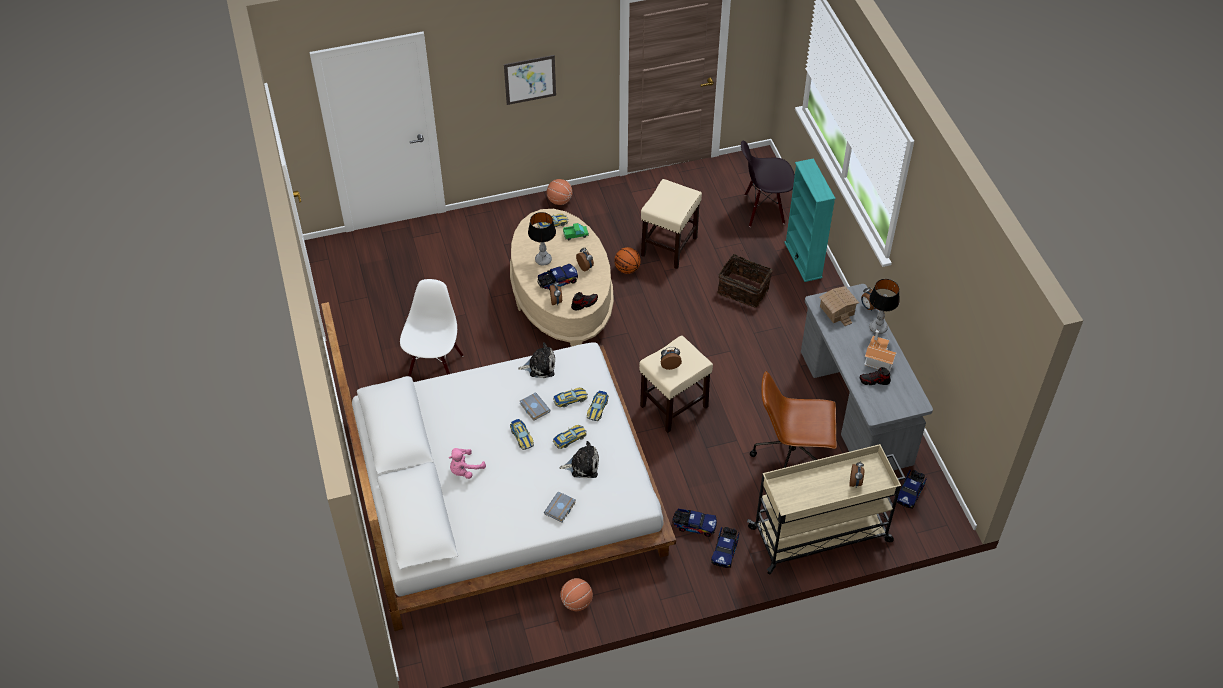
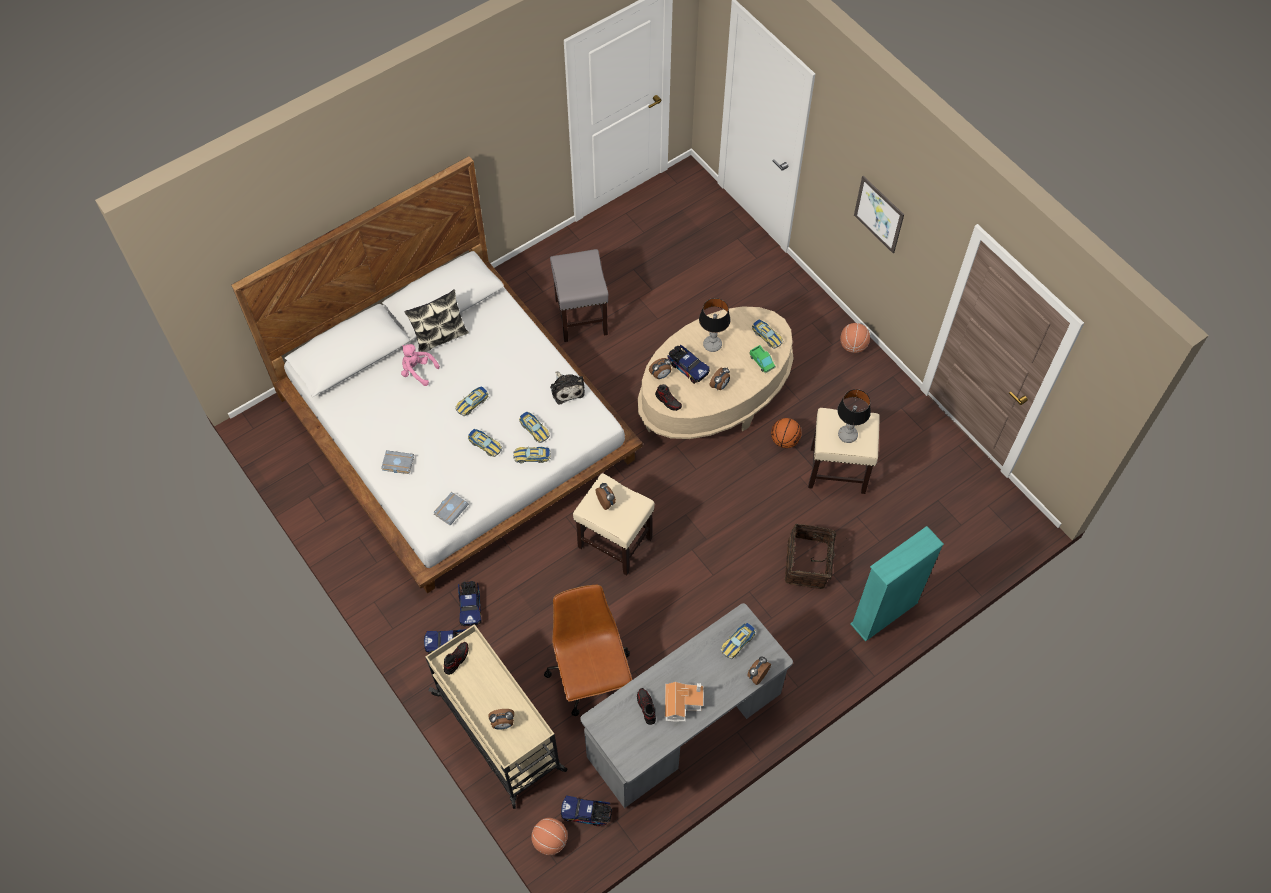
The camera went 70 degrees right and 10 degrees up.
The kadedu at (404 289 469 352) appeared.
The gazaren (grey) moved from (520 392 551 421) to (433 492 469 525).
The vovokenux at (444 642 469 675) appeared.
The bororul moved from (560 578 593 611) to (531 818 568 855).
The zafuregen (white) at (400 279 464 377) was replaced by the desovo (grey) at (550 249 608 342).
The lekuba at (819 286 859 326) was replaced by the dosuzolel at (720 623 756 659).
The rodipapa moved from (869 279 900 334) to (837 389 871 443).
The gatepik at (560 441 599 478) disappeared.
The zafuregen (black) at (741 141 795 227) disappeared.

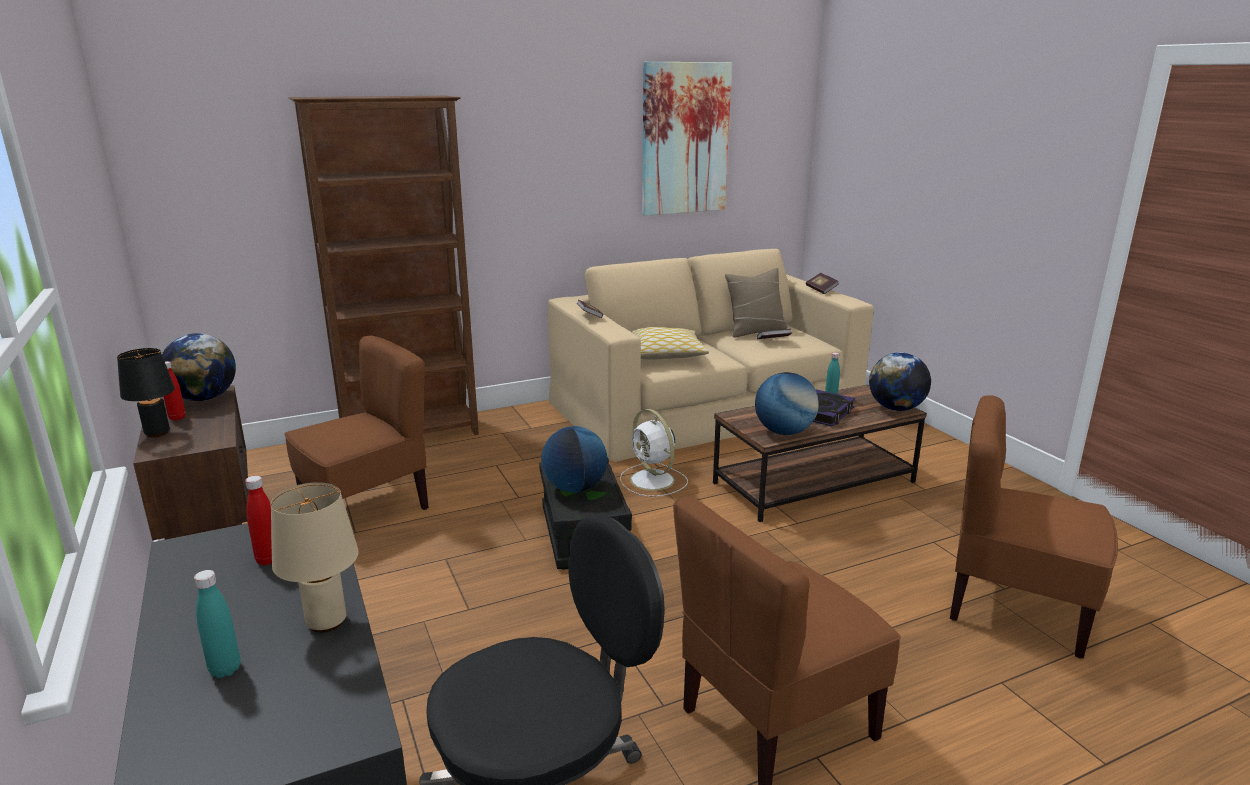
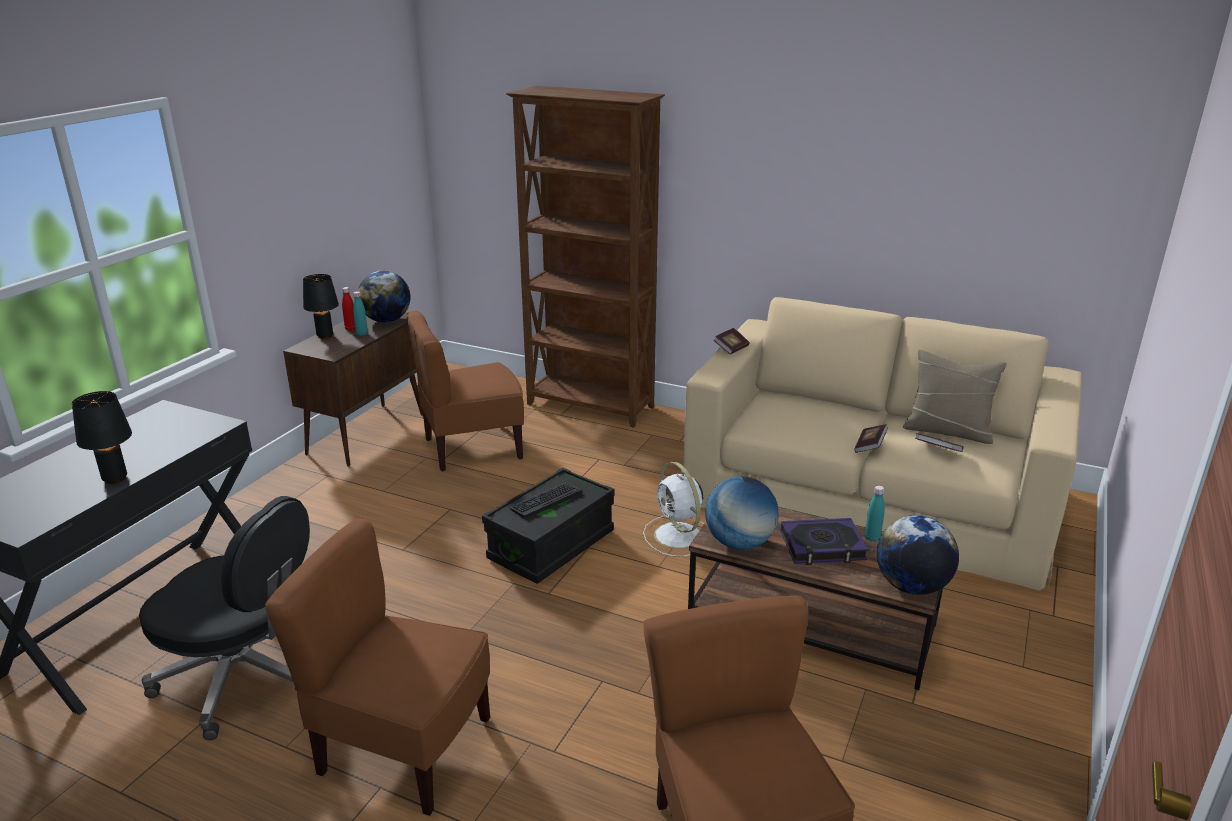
The camera went 50 degrees right and 5 degrees up.
The rodipapa (beige) at (271 482 358 633) became the rodipapa (black) at (72 391 132 484).
The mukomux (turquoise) moved from (194 570 241 678) to (353 291 368 336).
The zafuregen (brown) at (284 336 429 510) turned 150 degrees clockwise.
The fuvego at (541 426 608 493) was replaced by the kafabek at (510 482 581 519).
The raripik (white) at (620 409 688 497) turned 45 degrees counterclockwise.
The gazaren moved from (806 273 839 294) to (854 424 888 453).
The mukomux (red) at (245 476 272 566) disappeared.
The kadedu at (630 327 709 360) disappeared.
The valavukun at (642 62 732 216) disappeared.

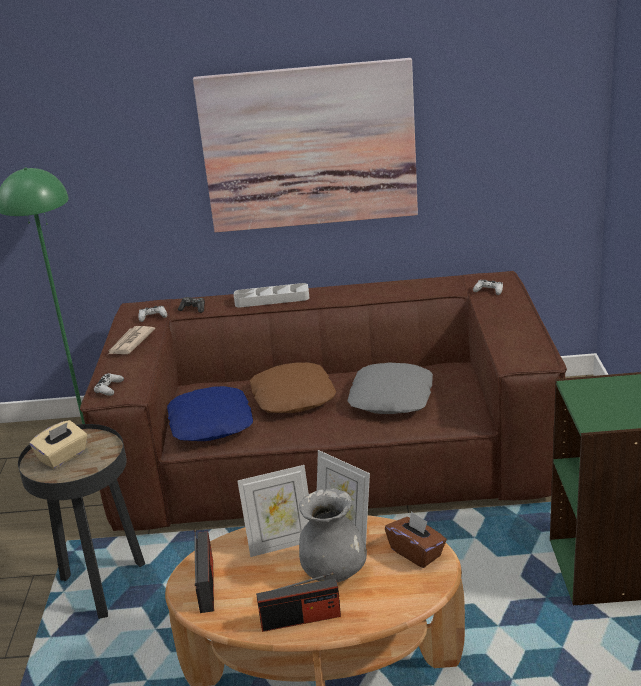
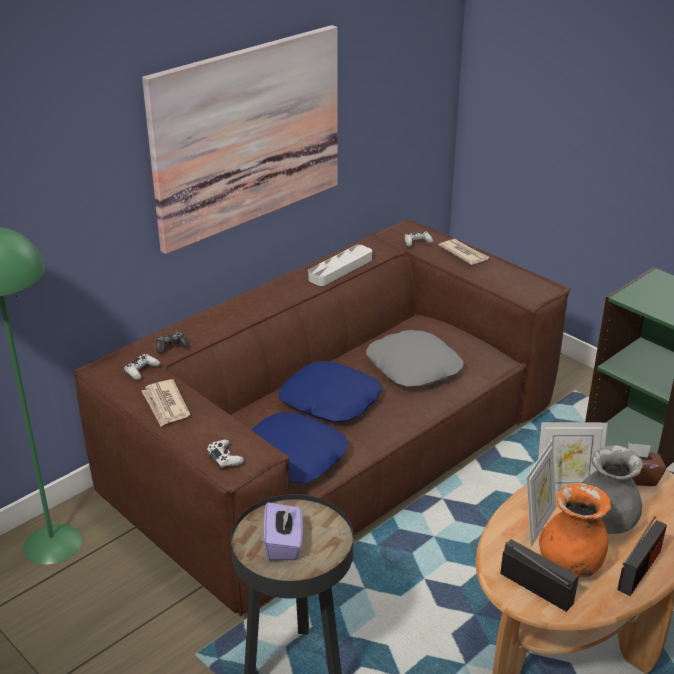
The camera went 45 degrees left and 5 degrees up.
The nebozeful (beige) at (30 420 87 469) became the nebozeful (purple) at (263 502 303 561).
The kadedu (brown) at (250 362 336 413) became the kadedu (blue) at (278 361 382 423).
The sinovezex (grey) moved from (234 283 309 307) to (308 245 372 286).
The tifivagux at (439 239 489 265) appeared.
The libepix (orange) at (539 483 611 577) appeared.

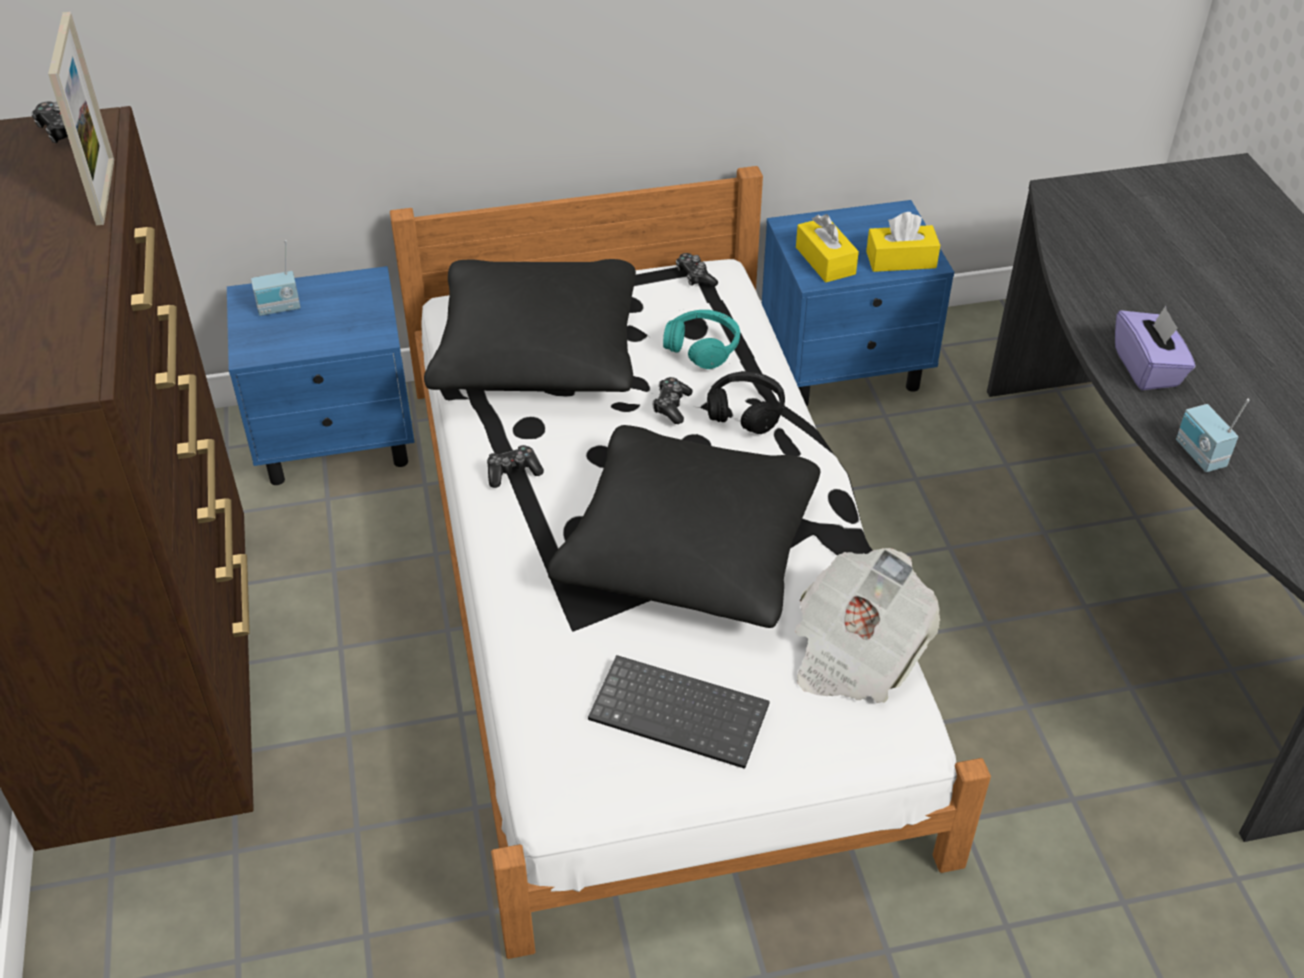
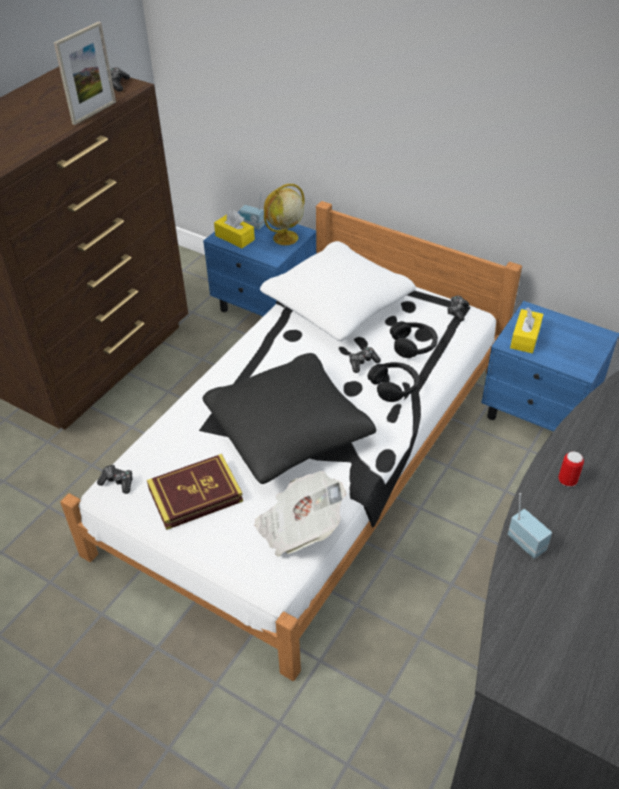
The camera went 45 degrees right and 0 degrees up.
The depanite moved from (487 445 544 488) to (97 465 132 494).
The kafabek at (588 655 770 769) was replaced by the gazaren at (147 454 243 530).
The nebozeful (yellow) moved from (866 212 940 272) to (214 210 255 248).
The kadedu (black) at (424 259 636 392) became the kadedu (white) at (260 241 416 341).
The fuvego at (264 184 305 245) appeared.
The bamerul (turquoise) at (663 310 740 369) became the bamerul (black) at (390 321 438 358).
The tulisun at (1176 399 1249 472) turned 120 degrees clockwise.
The nebozeful (purple) at (1115 306 1195 390) was replaced by the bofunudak at (558 451 584 487).

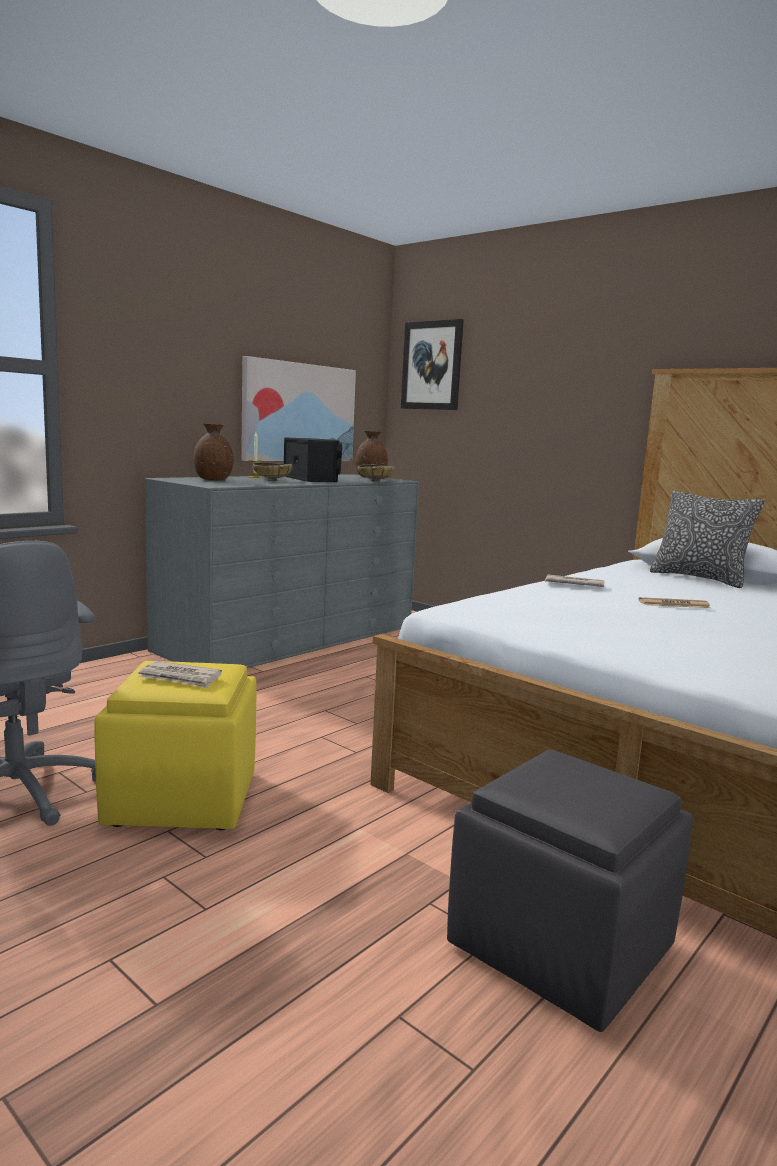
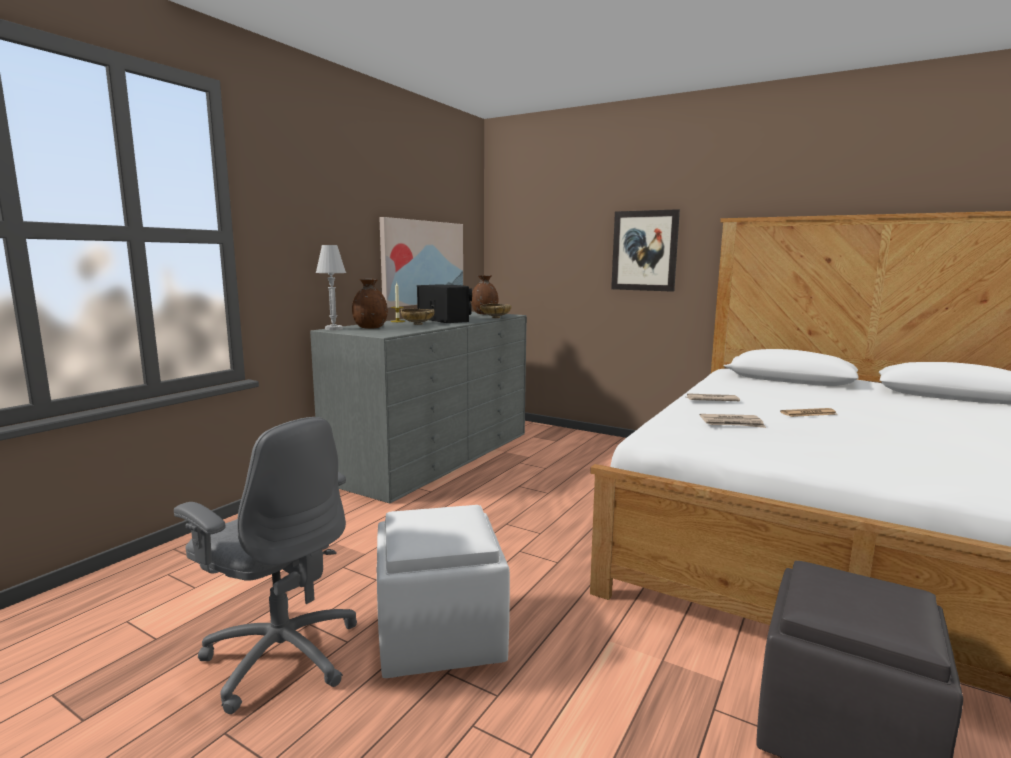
The camera went 10 degrees left and 0 degrees up.
The rodipapa (white) at (316 245 346 330) appeared.
The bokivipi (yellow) at (94 661 257 830) became the bokivipi (white) at (377 505 510 678).
The valavukun moved from (401 319 464 410) to (611 209 680 292).
The tifivagux moved from (138 661 222 688) to (700 414 766 428).
The kadedu at (650 491 765 588) disappeared.

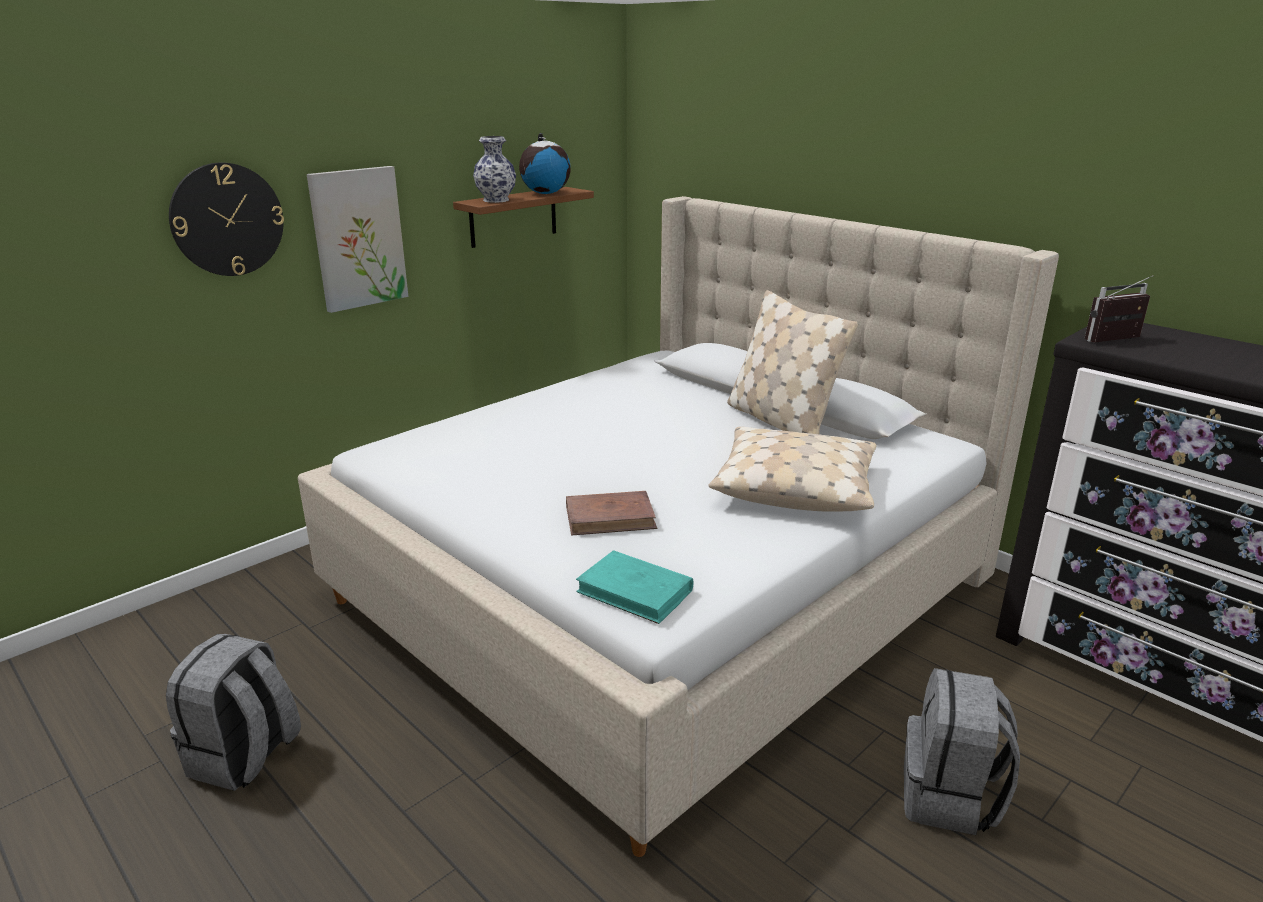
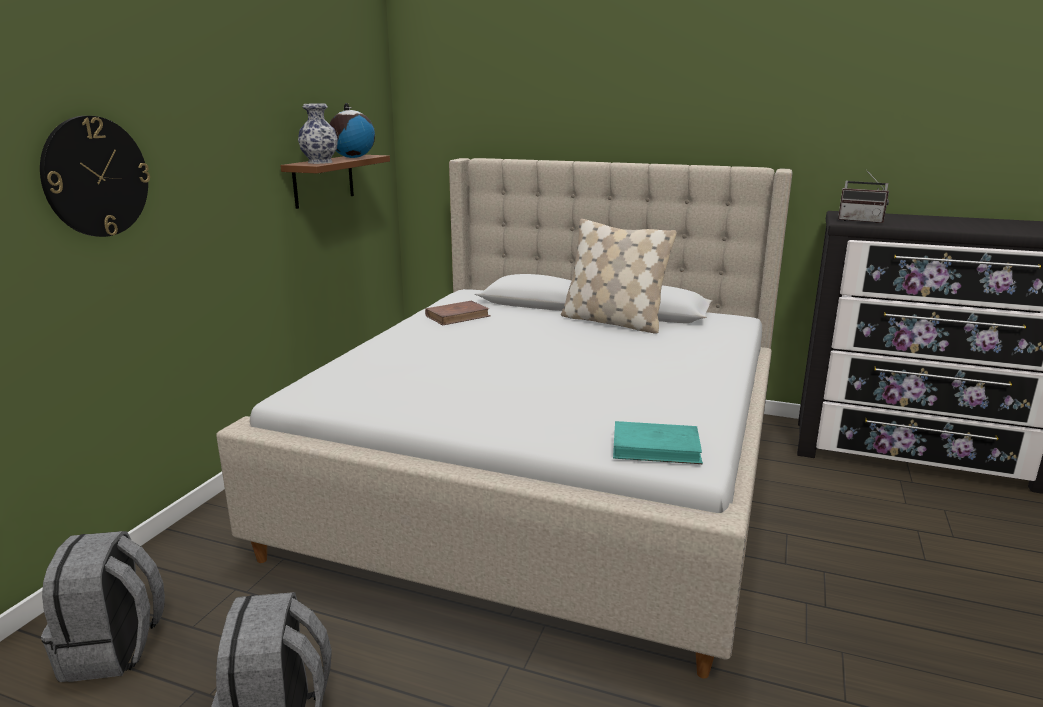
The camera went 25 degrees left and 5 degrees down.
The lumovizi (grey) moved from (904 668 1020 835) to (41 531 165 682).
The gazaren (brown) moved from (566 491 657 536) to (425 301 491 325).
The tulisun at (1085 276 1153 343) turned 105 degrees counterclockwise.
The valavukun at (307 166 408 313) disappeared.
The kadedu (beige) at (708 427 877 512) disappeared.

